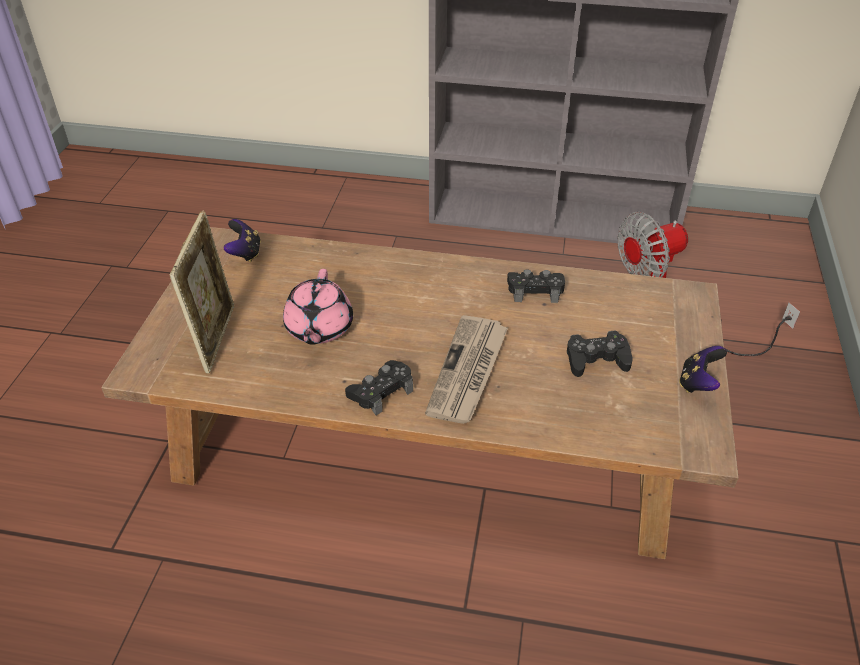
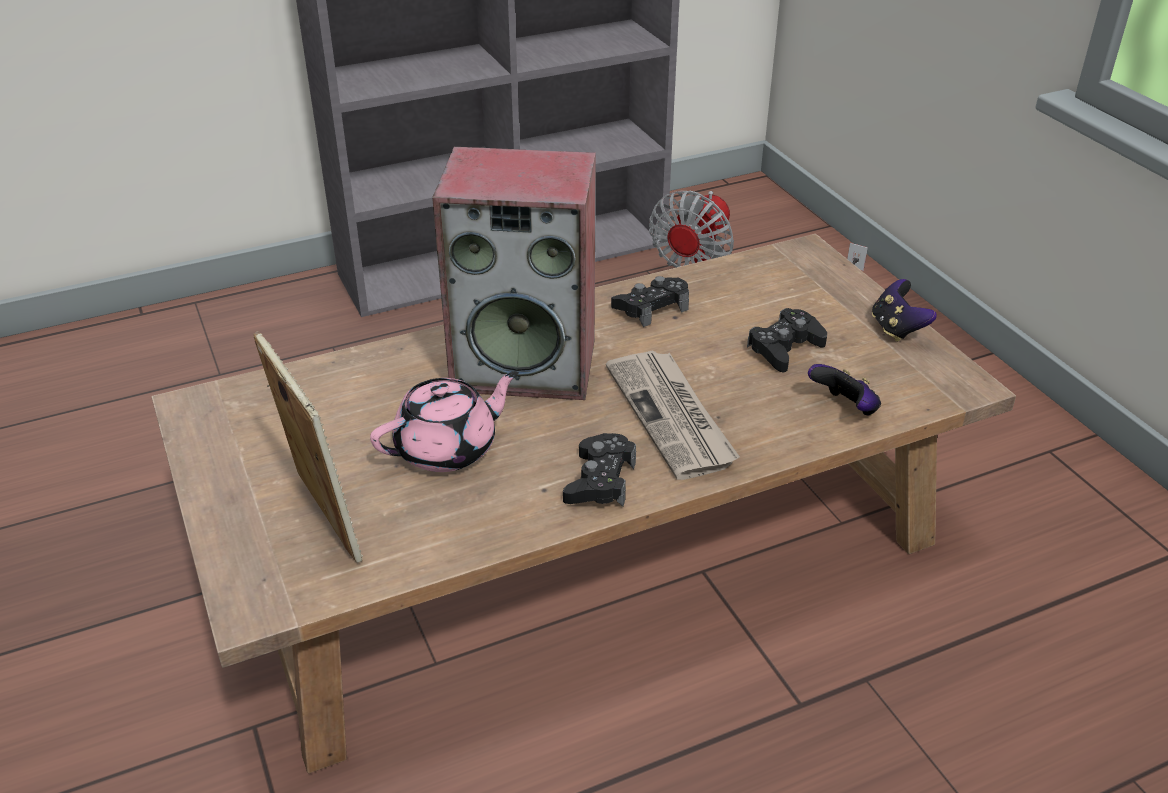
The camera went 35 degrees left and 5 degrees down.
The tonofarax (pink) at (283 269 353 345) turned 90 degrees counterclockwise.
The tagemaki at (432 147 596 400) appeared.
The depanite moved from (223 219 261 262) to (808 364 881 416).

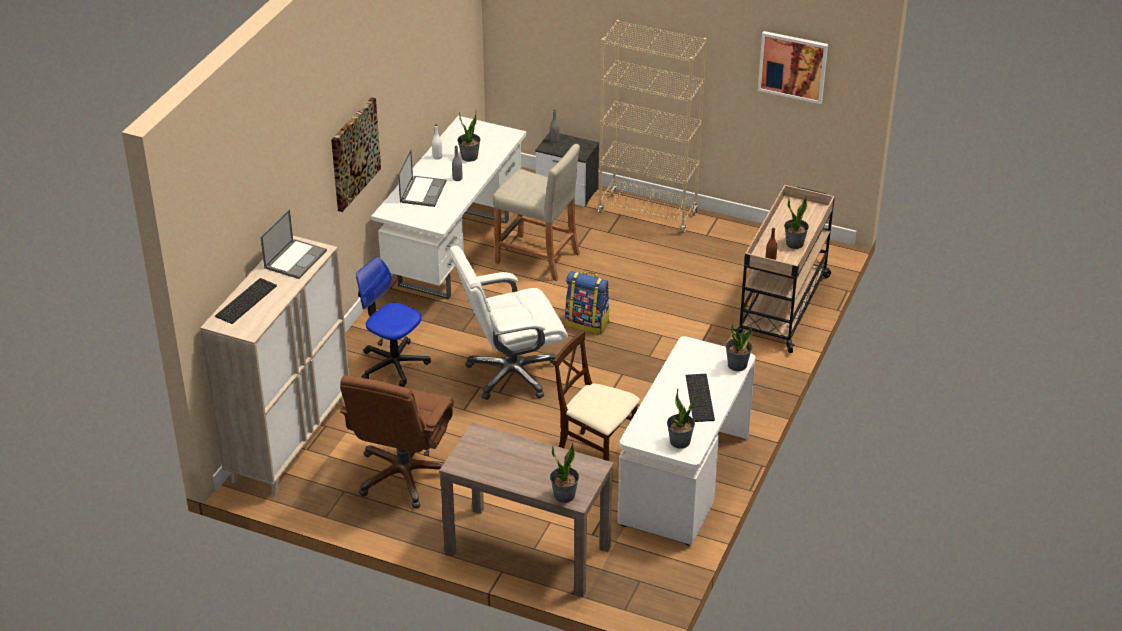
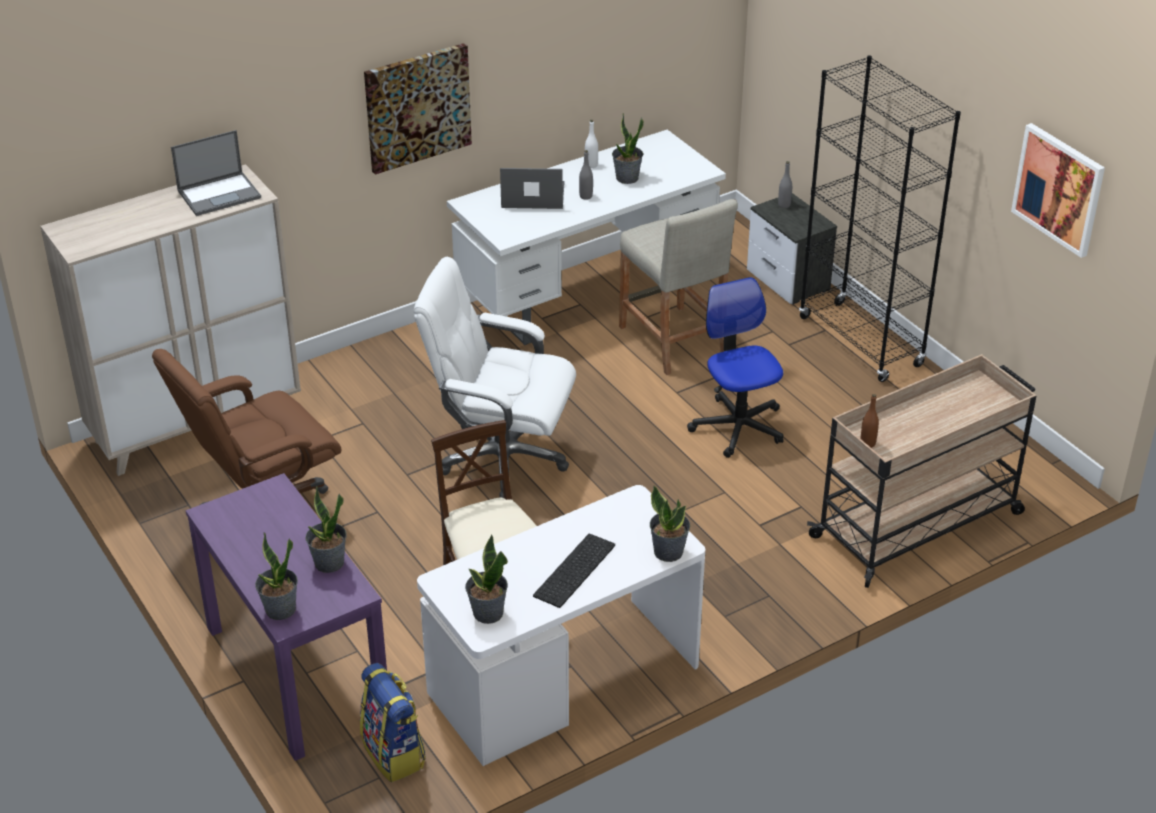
The camera went 35 degrees right and 0 degrees up.
The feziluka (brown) at (439 422 614 598) became the feziluka (purple) at (186 473 387 761).
The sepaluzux moved from (784 196 809 249) to (306 486 347 573).
The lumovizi moved from (565 271 610 335) to (360 663 426 782).
The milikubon at (398 149 446 207) turned 135 degrees counterclockwise.
The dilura moved from (356 257 431 387) to (687 277 784 458).
The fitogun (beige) at (598 20 707 233) became the fitogun (black) at (799 55 961 382).
The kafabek at (215 278 277 324) disappeared.

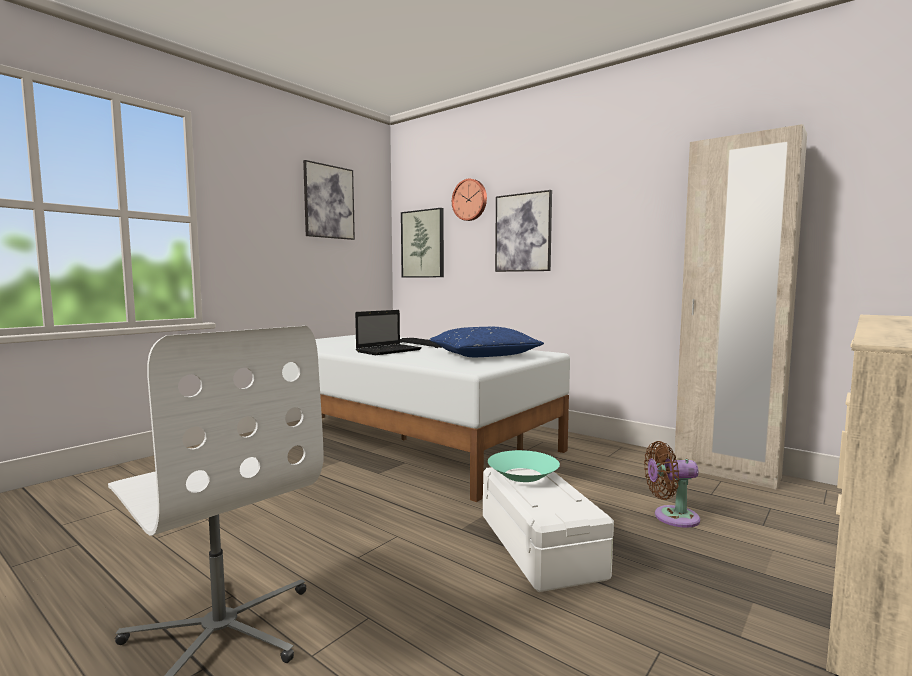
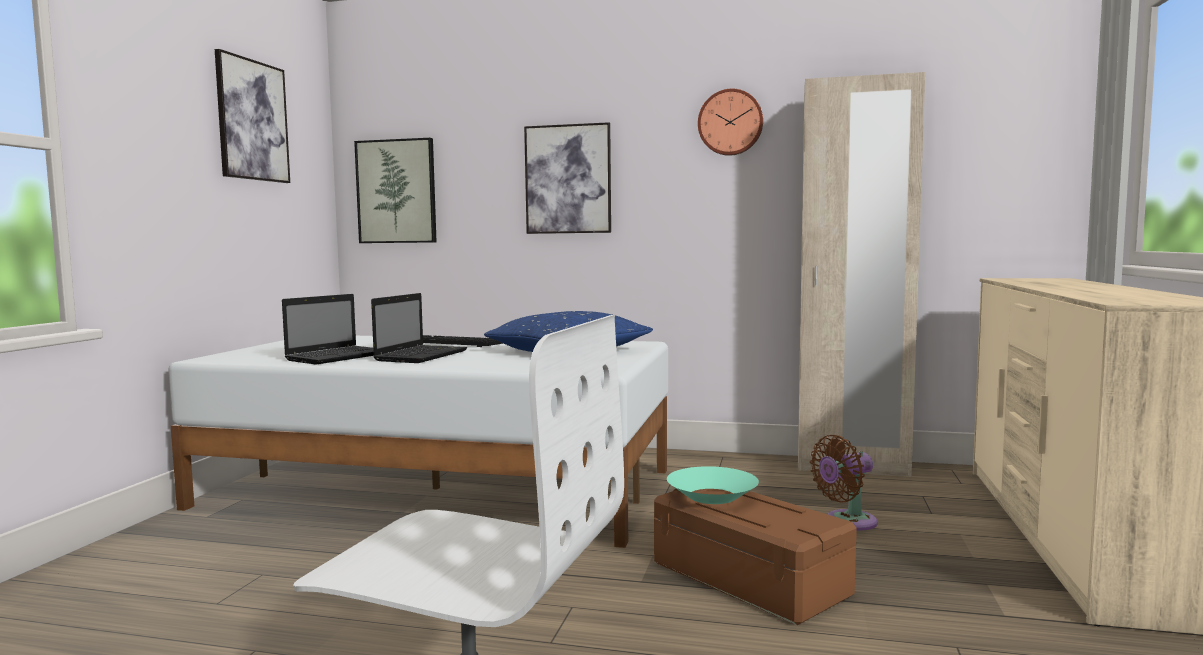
The camera went 25 degrees left and 0 degrees up.
The milikubon at (282 294 375 365) appeared.
The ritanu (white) at (483 467 614 592) became the ritanu (brown) at (654 489 857 625).
The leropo moved from (452 179 487 221) to (698 89 763 156).

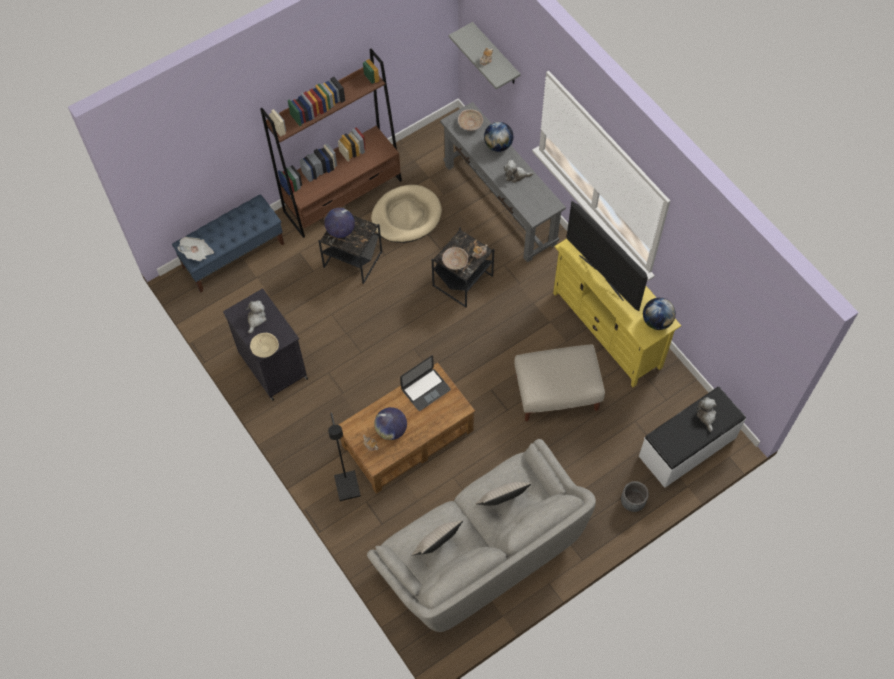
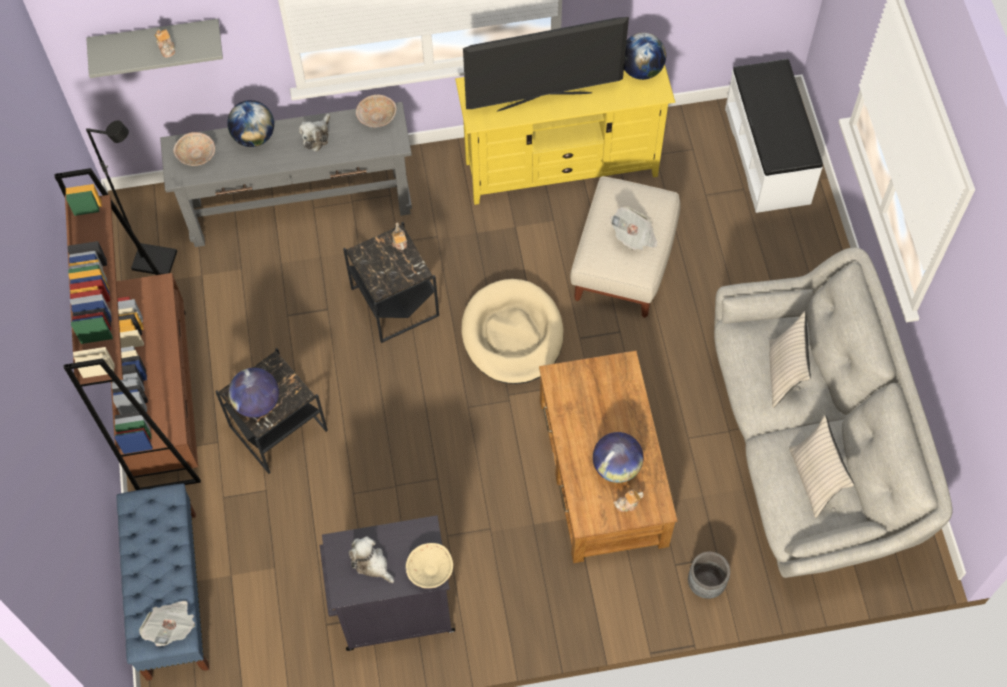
The camera went 65 degrees left and 0 degrees up.
The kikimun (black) moved from (328 412 361 501) to (86 120 177 274).
The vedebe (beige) moved from (442 247 468 270) to (356 95 396 127).
The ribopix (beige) moved from (371 185 442 243) to (461 279 564 384).
The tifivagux at (610 206 658 251) appeared.
The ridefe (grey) moved from (621 481 649 512) to (688 552 730 599).
The milikubon at (400 355 451 411) disappeared.
The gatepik at (696 397 716 432) disappeared.

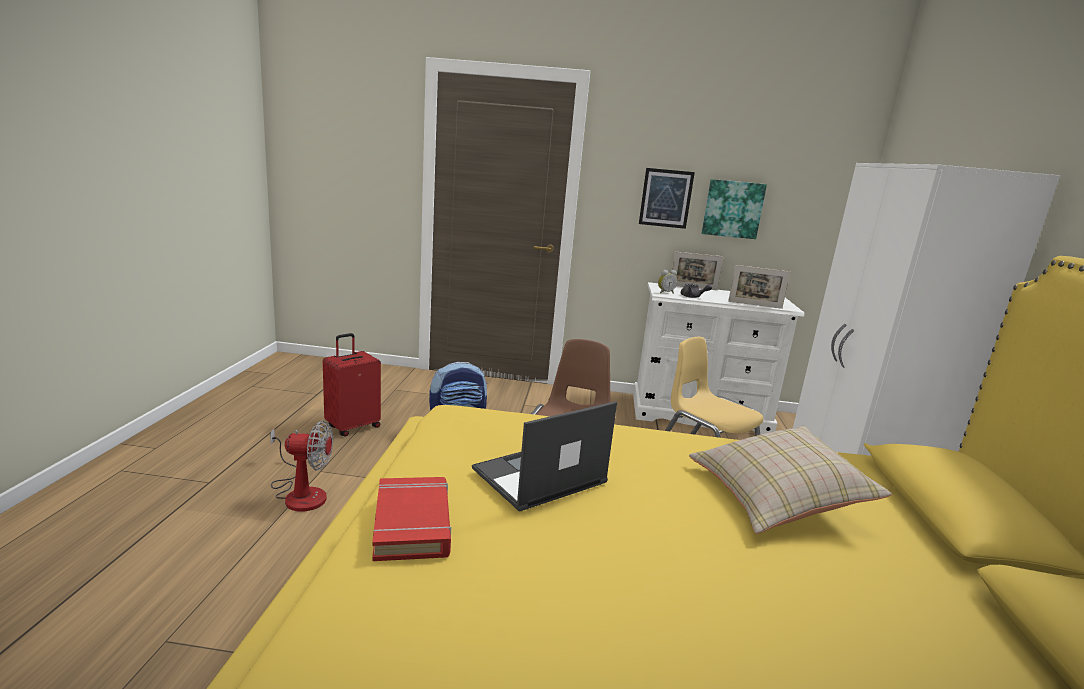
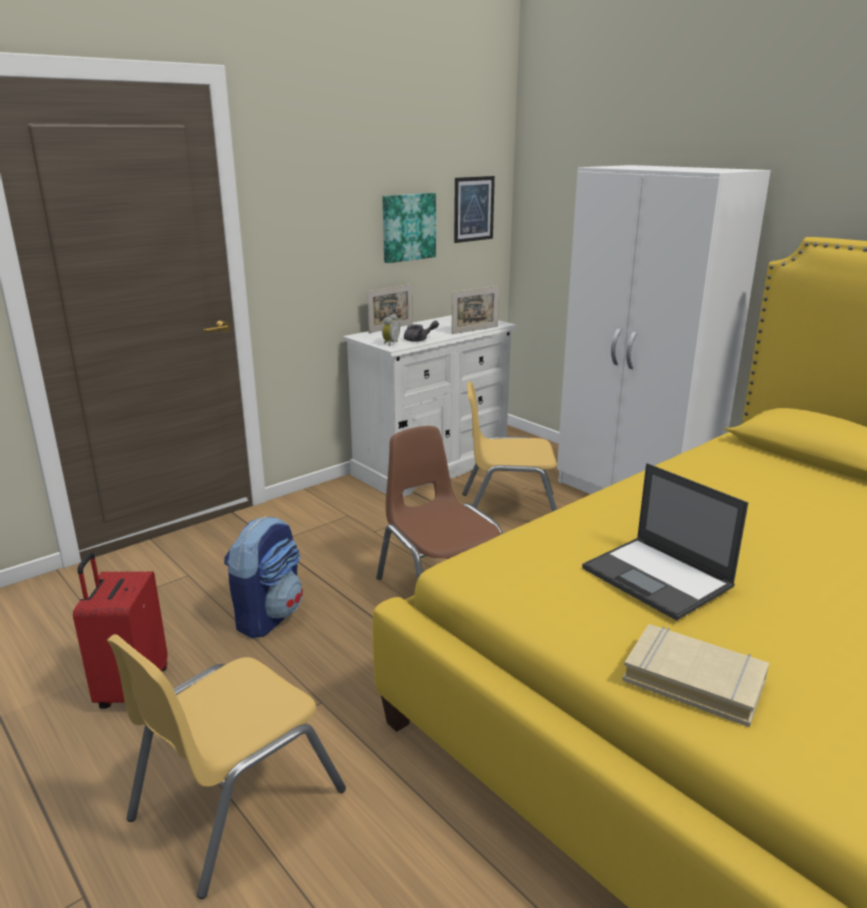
The camera went 45 degrees left and 5 degrees up.
The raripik at (270 421 333 512) was replaced by the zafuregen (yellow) at (107 634 346 899).
The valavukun moved from (639 168 695 229) to (454 176 495 243).
The milikubon at (472 401 617 512) turned 45 degrees counterclockwise.
The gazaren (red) at (372 477 451 561) became the gazaren (beige) at (622 624 769 727).
The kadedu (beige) at (689 426 892 534) disappeared.

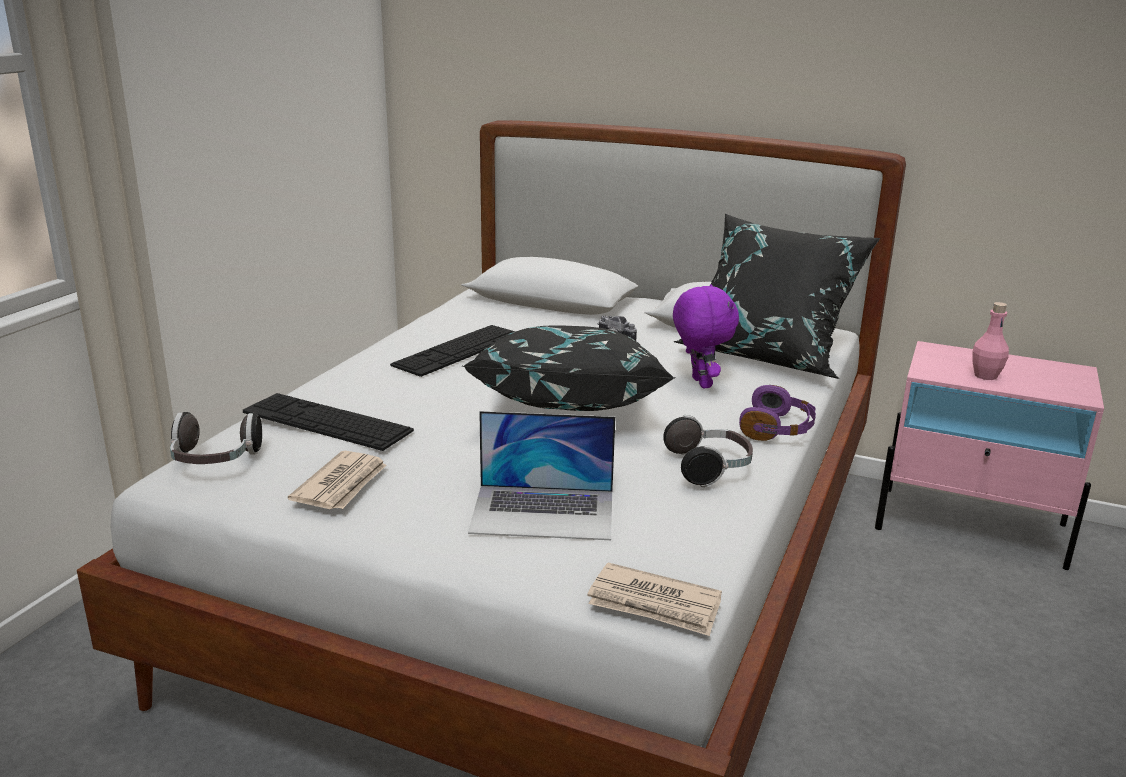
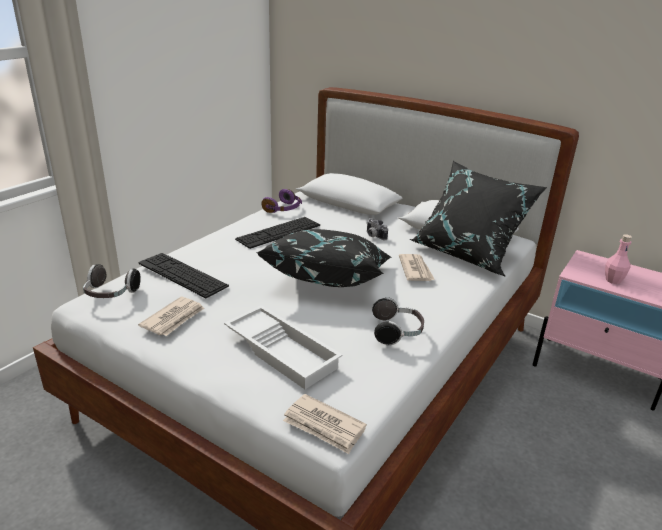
The camera went 10 degrees right and 5 degrees up.
The milikubon at (468 411 616 540) was replaced by the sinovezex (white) at (224 305 343 389).
The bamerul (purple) moved from (739 385 816 441) to (262 189 302 213).
The gatepik (purple) at (673 284 739 388) was replaced by the tifivagux at (399 254 435 281).

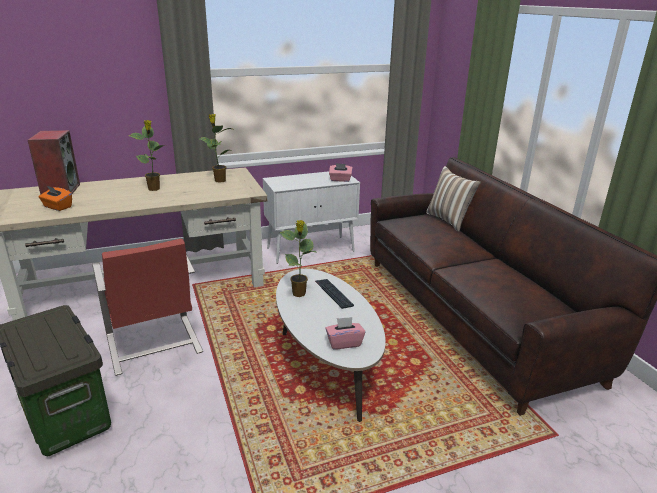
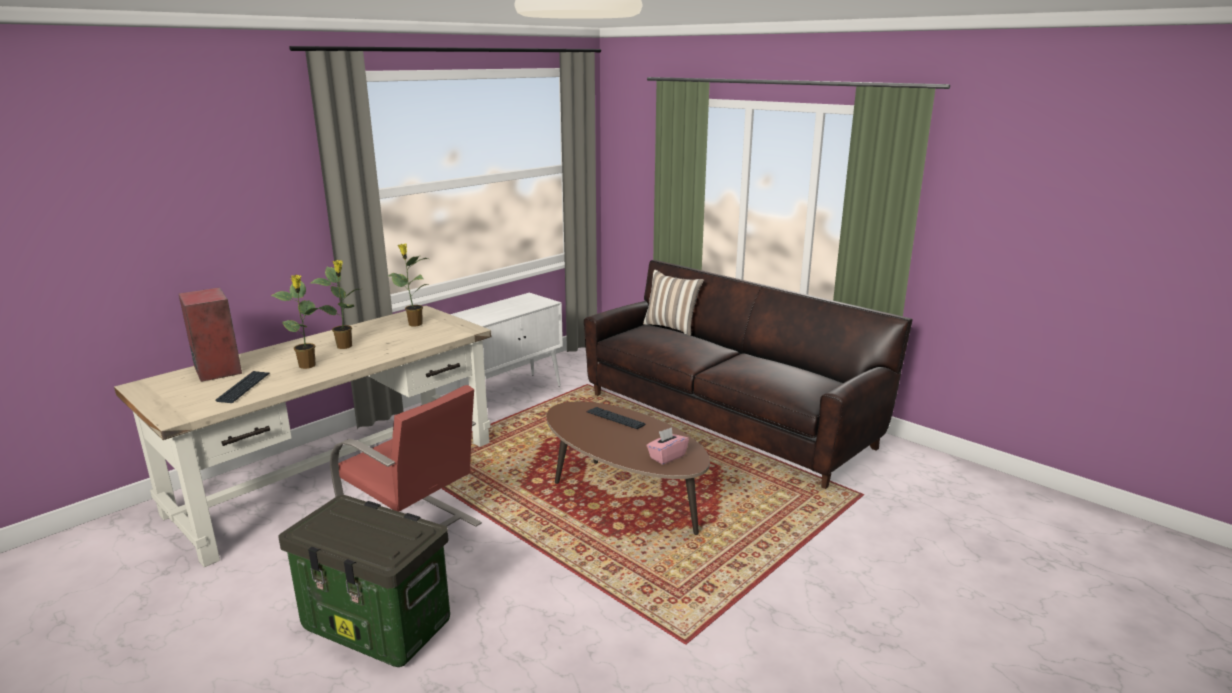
The camera went 25 degrees left and 5 degrees down.
The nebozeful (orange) at (38 186 72 211) was replaced by the kafabek at (215 371 270 403).
The sepaluzux moved from (280 220 317 297) to (271 275 321 369).
The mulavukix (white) at (276 269 386 422) became the mulavukix (brown) at (547 402 710 535).
The nebozeful (pink) at (329 163 353 182) disappeared.

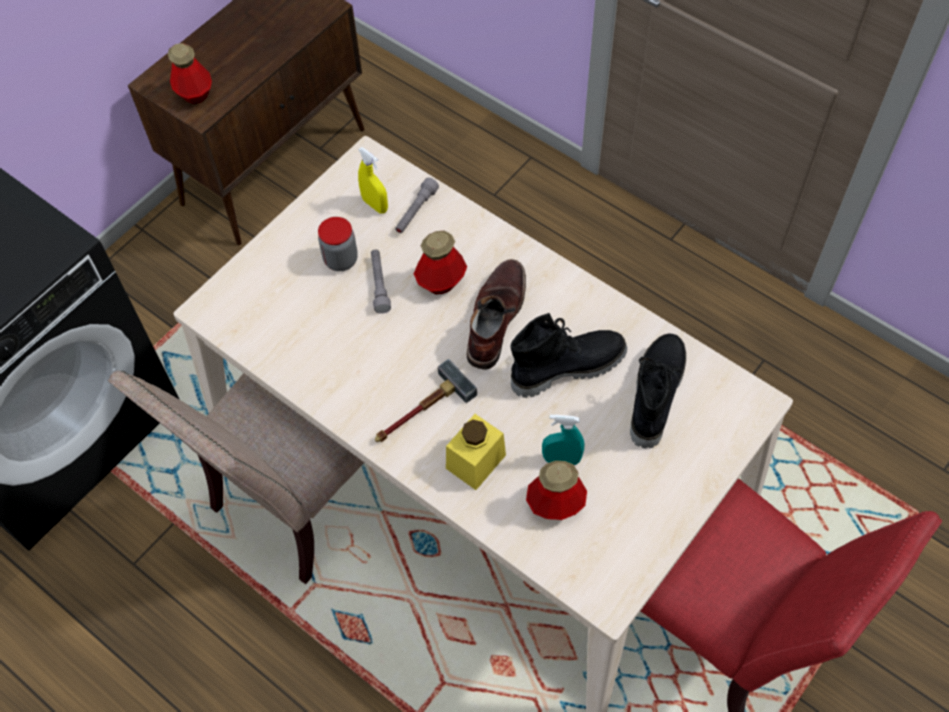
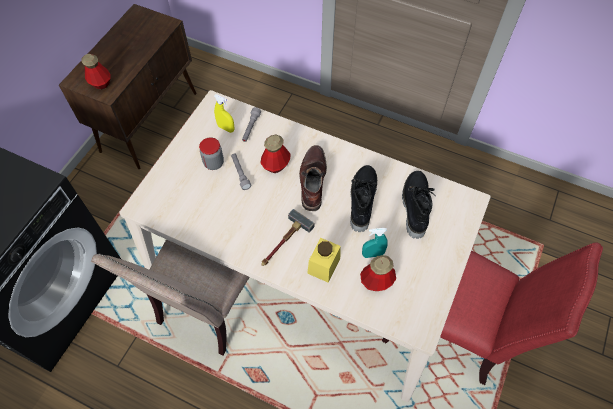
The camera went 15 degrees left and 0 degrees up.
The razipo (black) at (510 313 627 398) turned 45 degrees counterclockwise.

